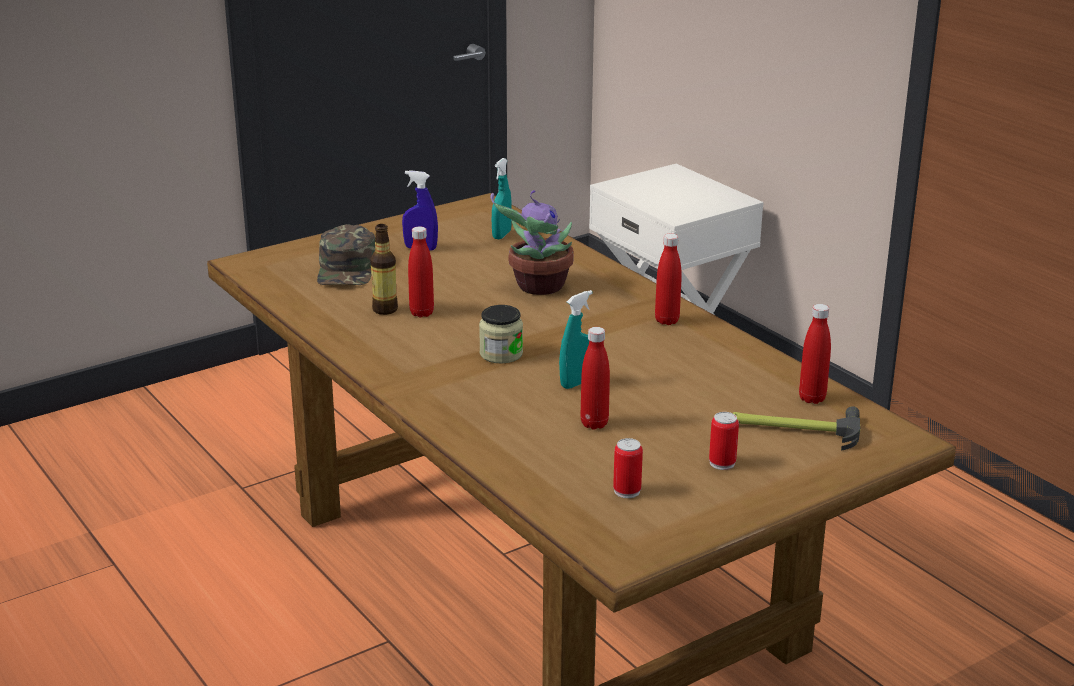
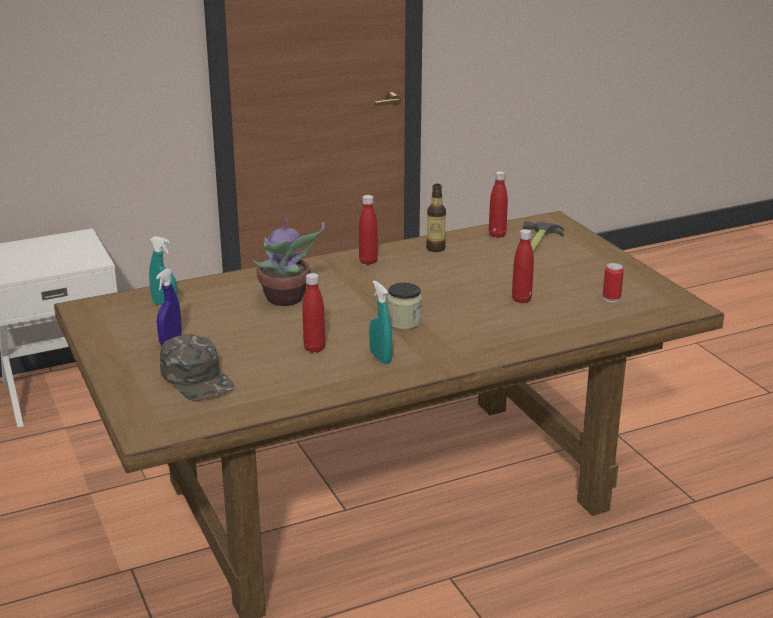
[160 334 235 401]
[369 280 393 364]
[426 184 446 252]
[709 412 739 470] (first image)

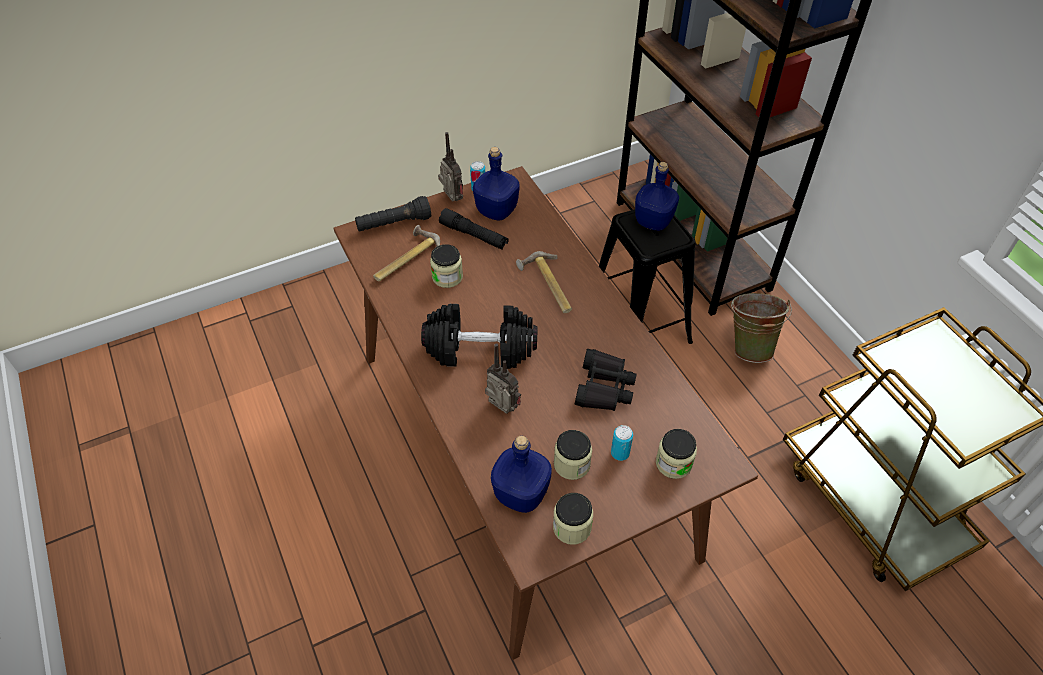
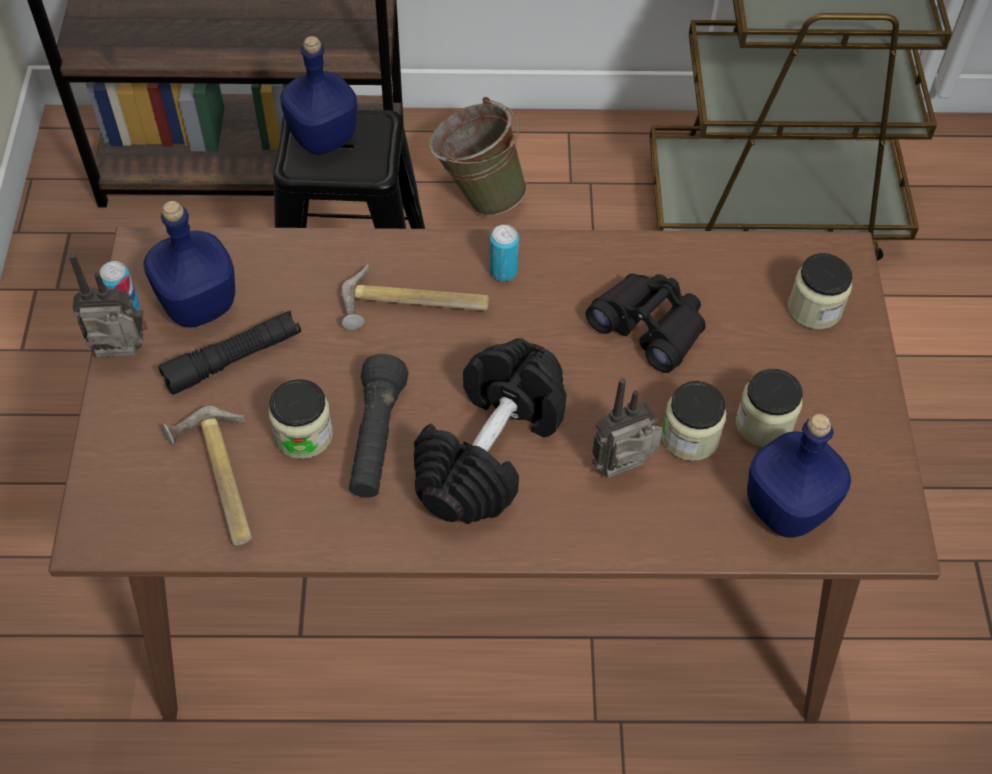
[349 354 409 498]
[489 225 519 281]
[662 381 726 461]

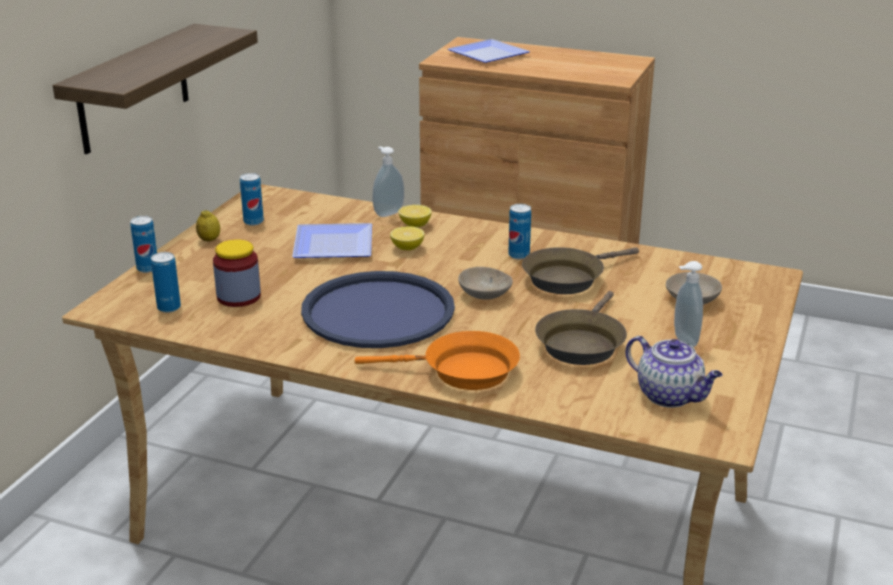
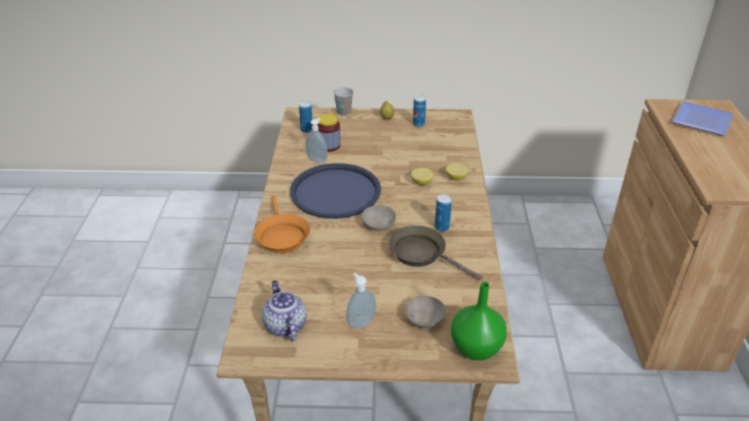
[262 280 307 341]
[305 118 328 163]
[333 87 353 115]
[451 282 507 361]
[53 24 258 154] (first image)
[292 223 372 258] (first image)
[535 291 627 365] (first image)

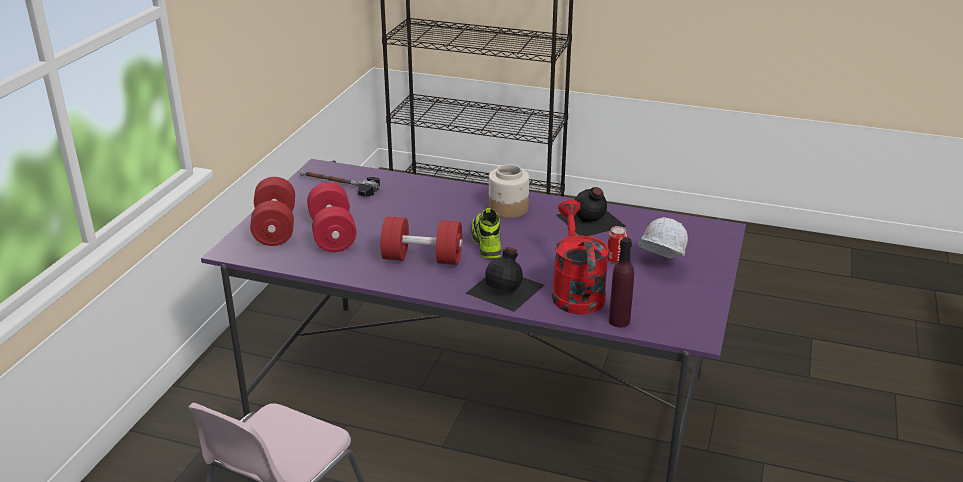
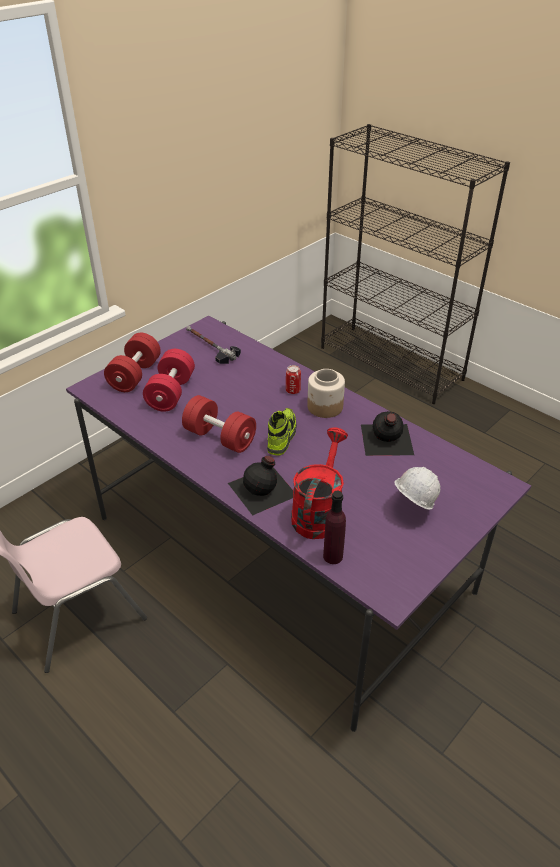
[286 365 301 394]

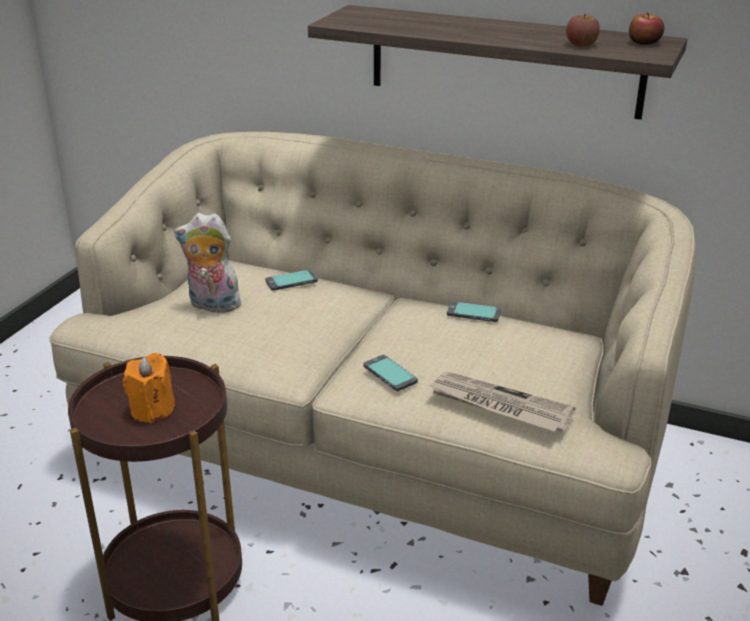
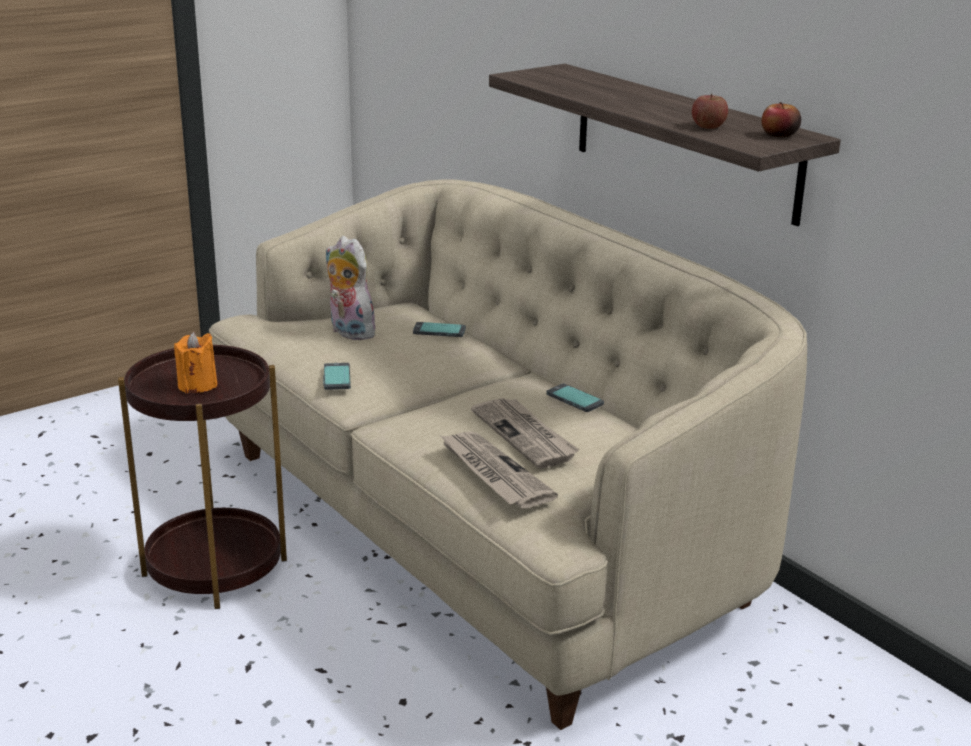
[323 363 351 390]
[471 398 579 469]

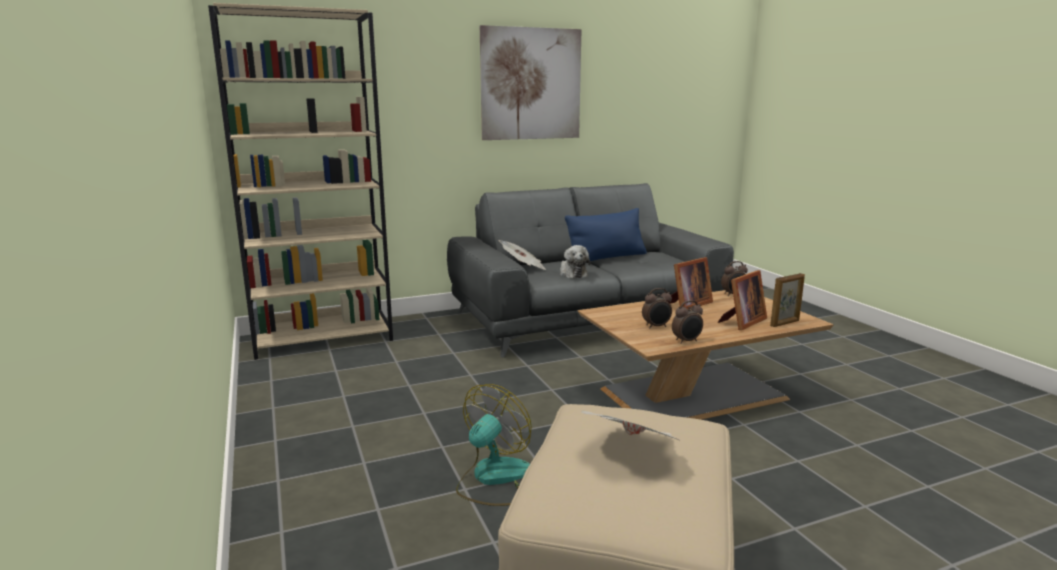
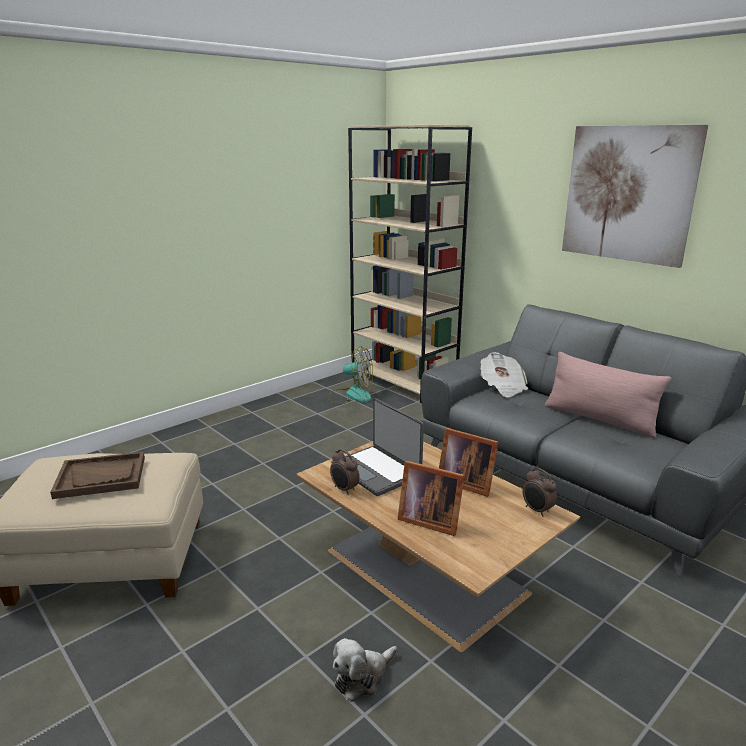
[50 452 145 499]
[330 346 373 405]
[331 398 424 496]
[333 638 397 702]
[545 352 671 438]
[770 273 805 327] (first image)

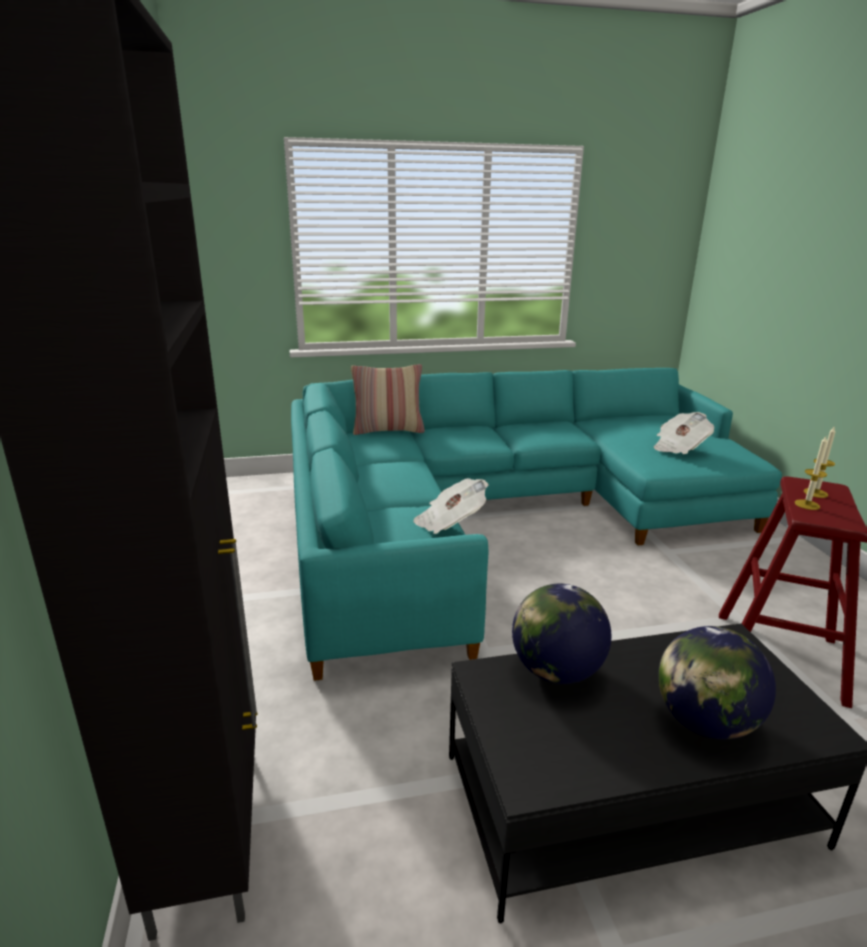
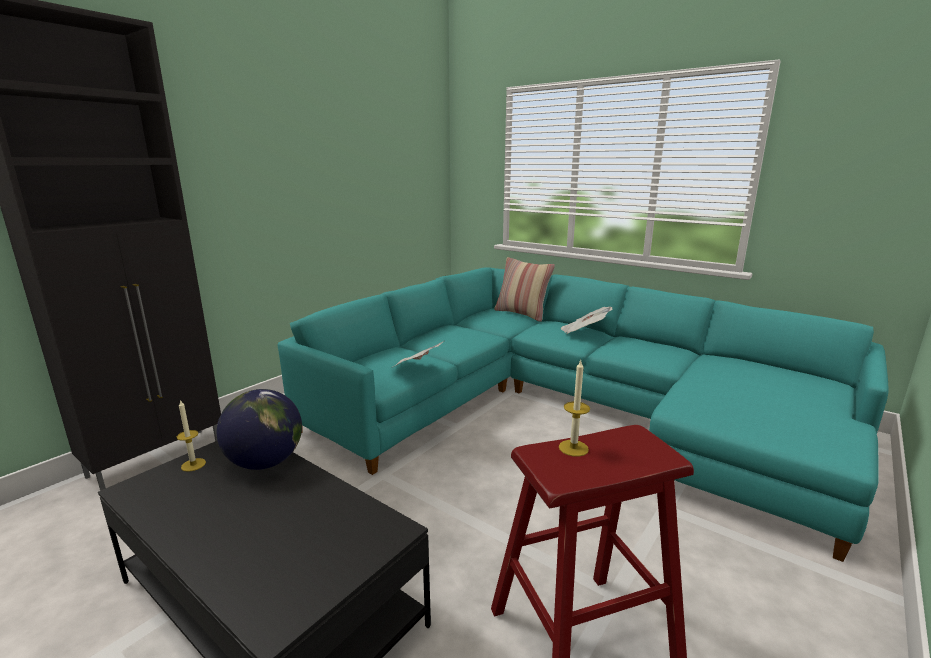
[177 400 206 472]
[561 307 613 334]
[658 626 776 739] (first image)

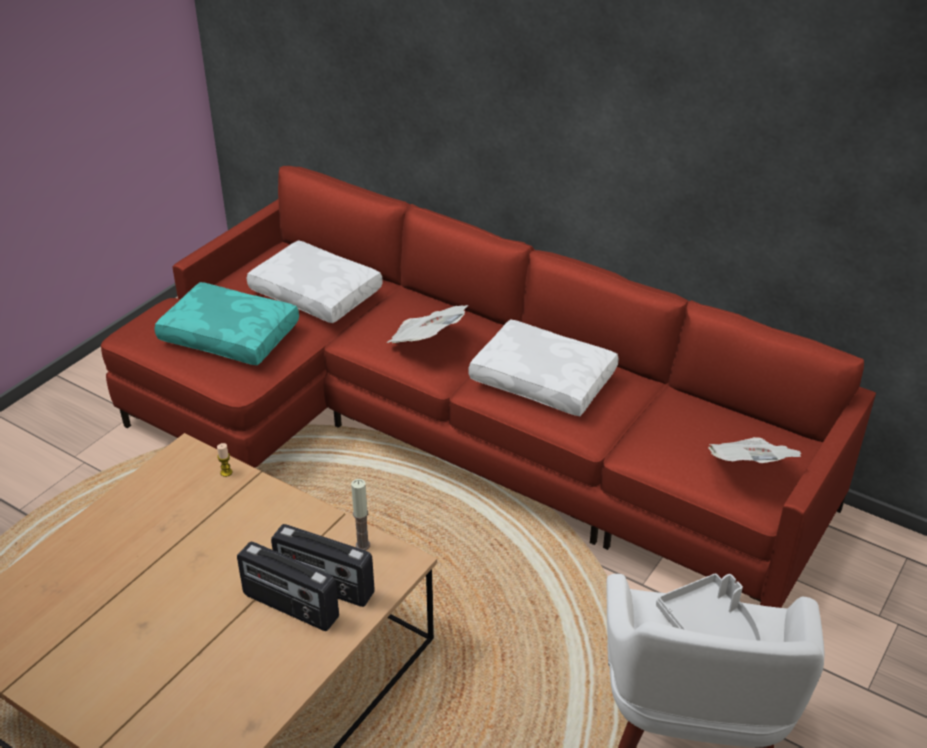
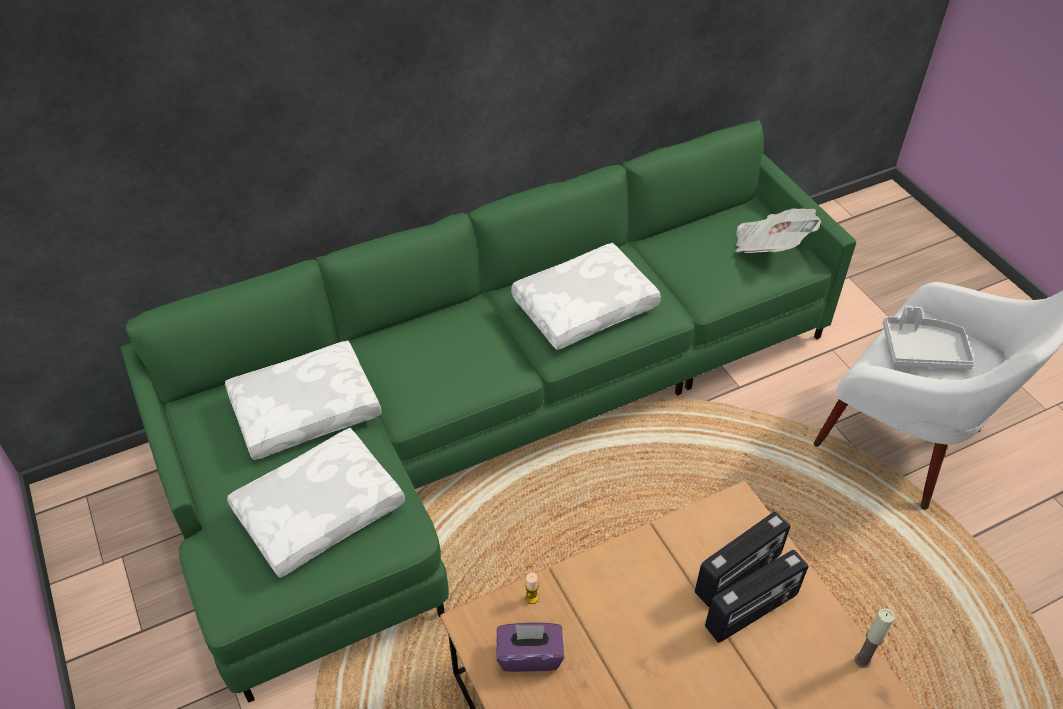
[121 120 856 703]
[227 428 405 578]
[496 622 564 672]
[854 608 895 668]
[387 305 468 343] (first image)

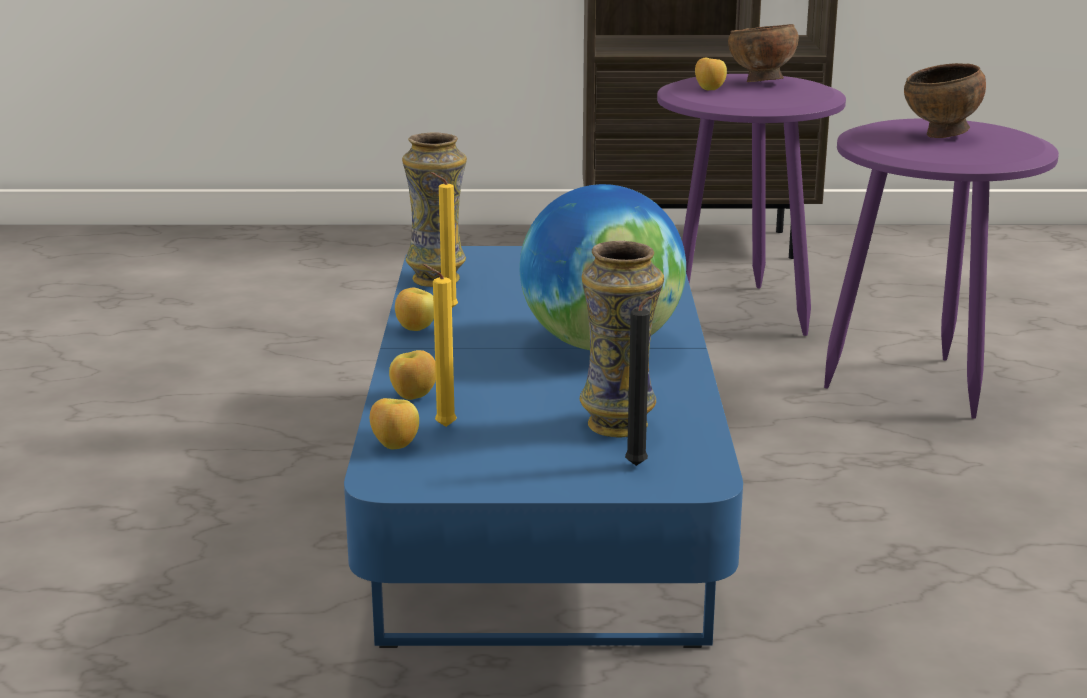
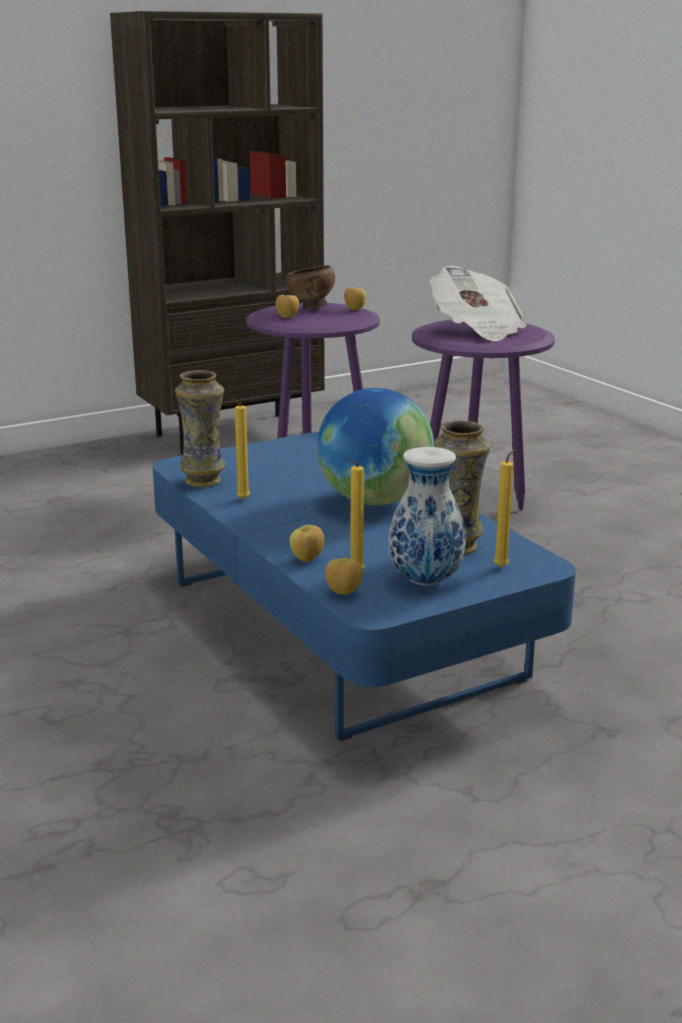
[344 287 366 310]
[388 447 466 586]
[430 266 527 341]
[494 448 517 567]

